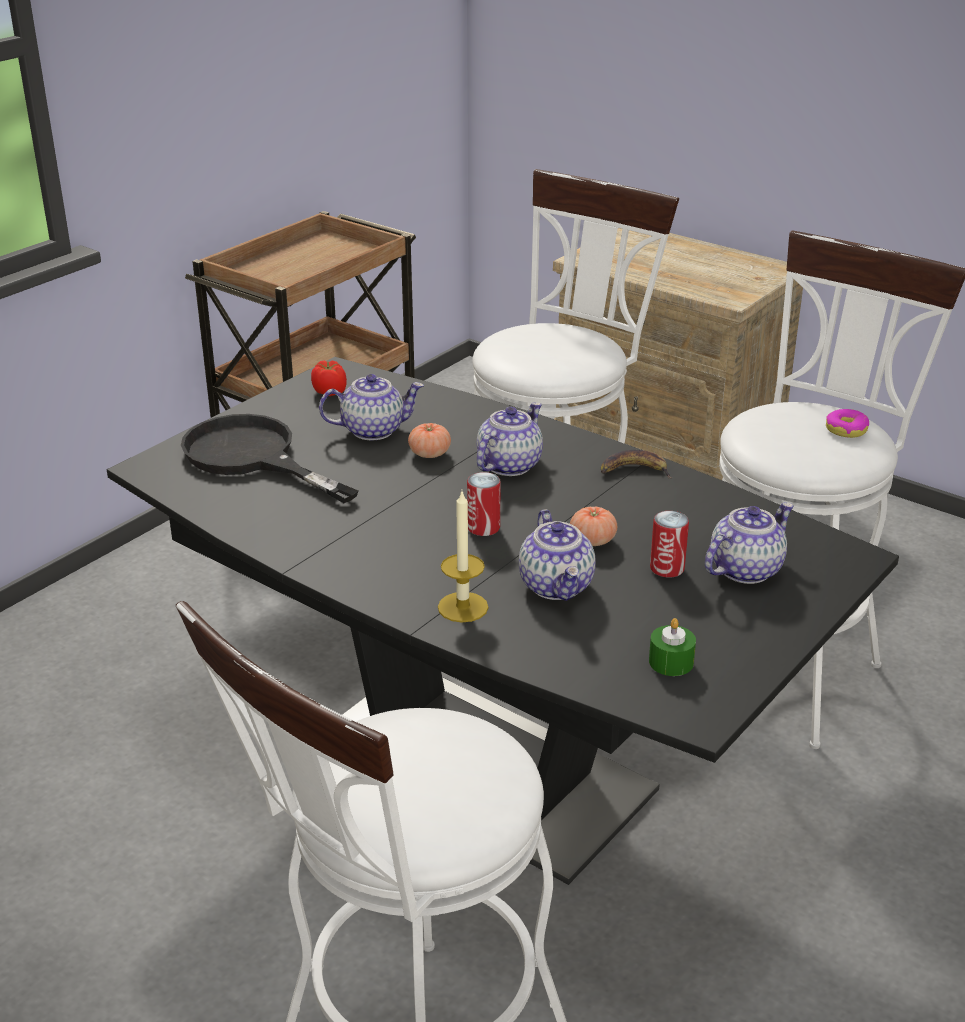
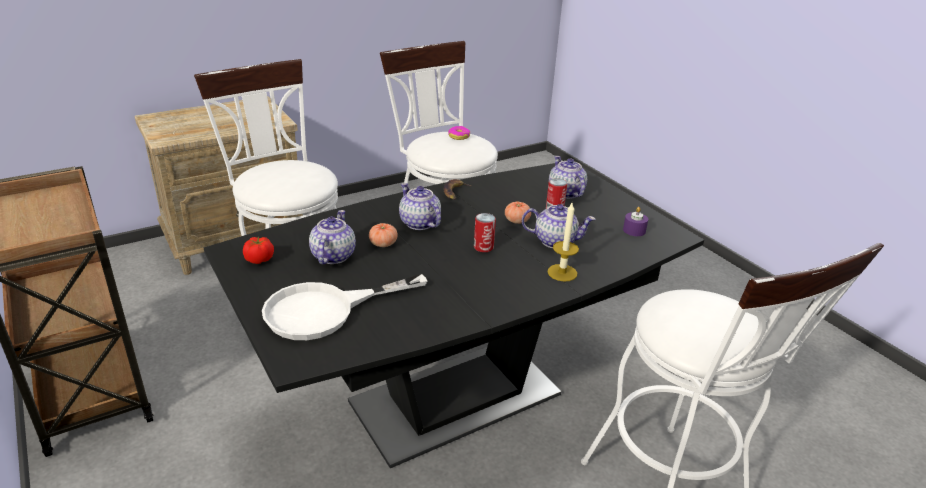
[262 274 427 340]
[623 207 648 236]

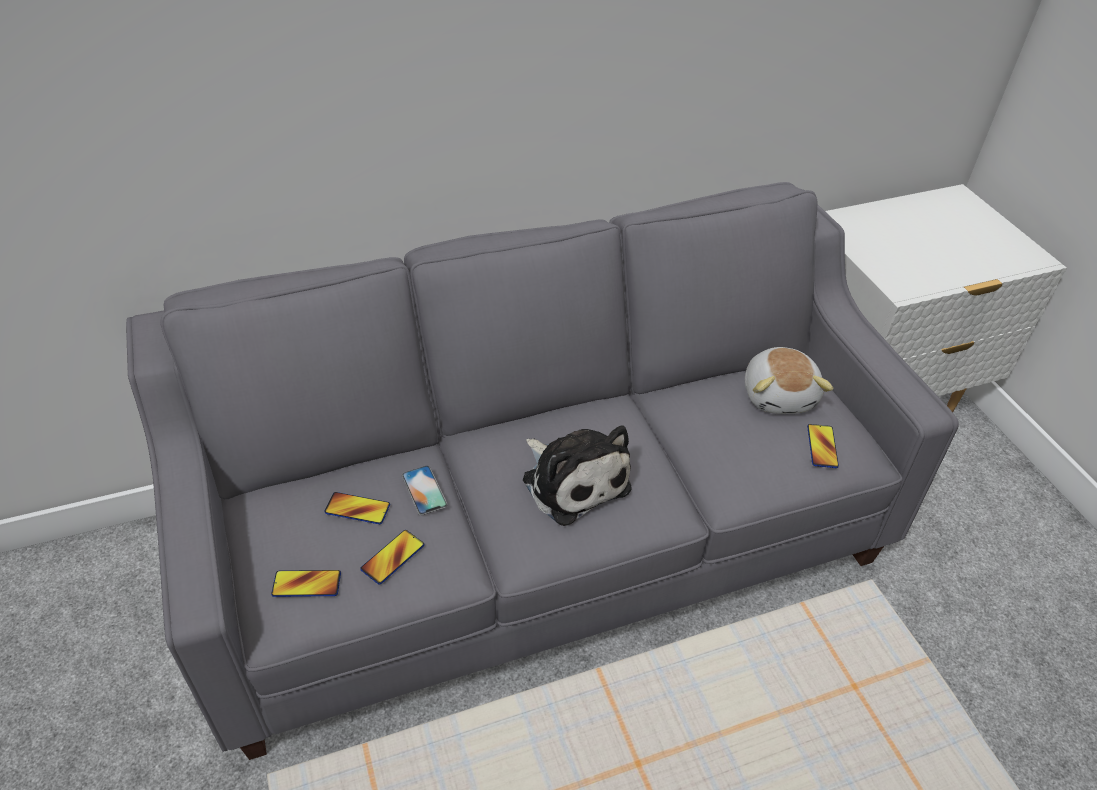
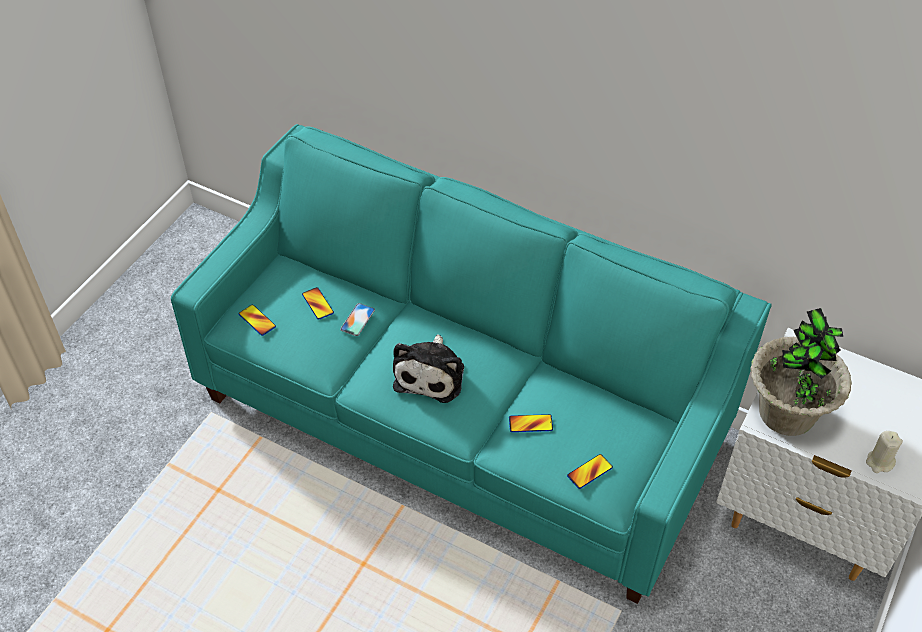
[171 124 771 604]
[509 414 553 432]
[750 308 852 436]
[866 431 903 473]
[745 347 833 414] (first image)

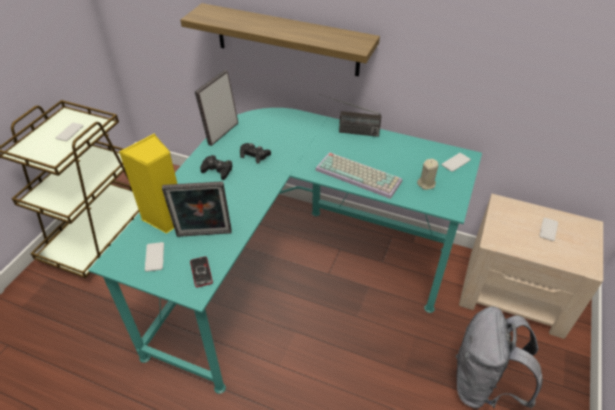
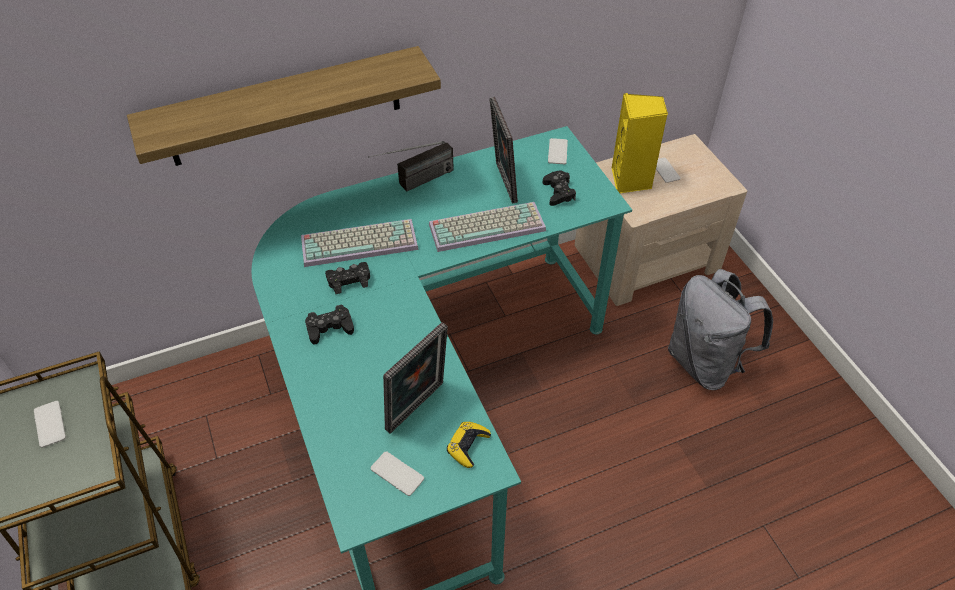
[301 219 419 267]
[447 422 491 468]
[489 97 518 203]
[543 170 576 206]
[611 93 668 194]

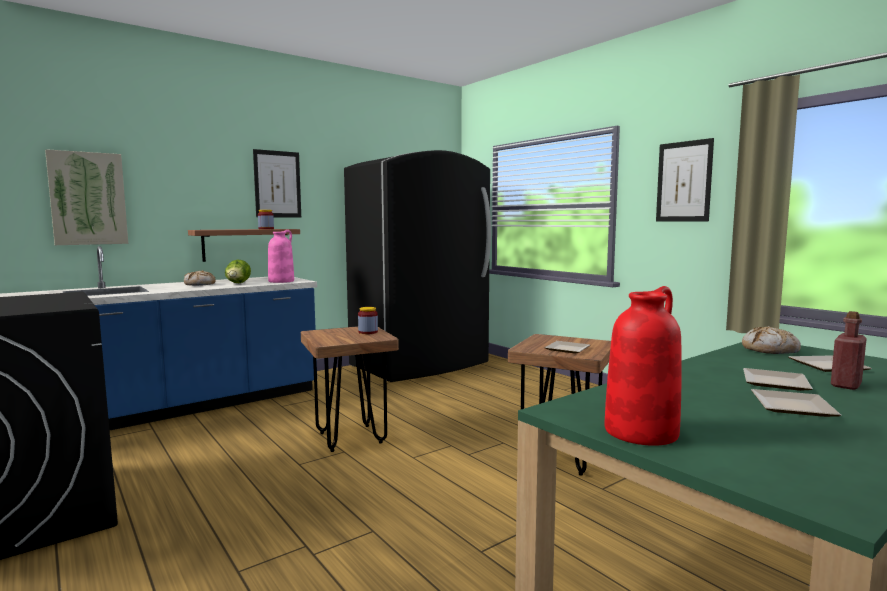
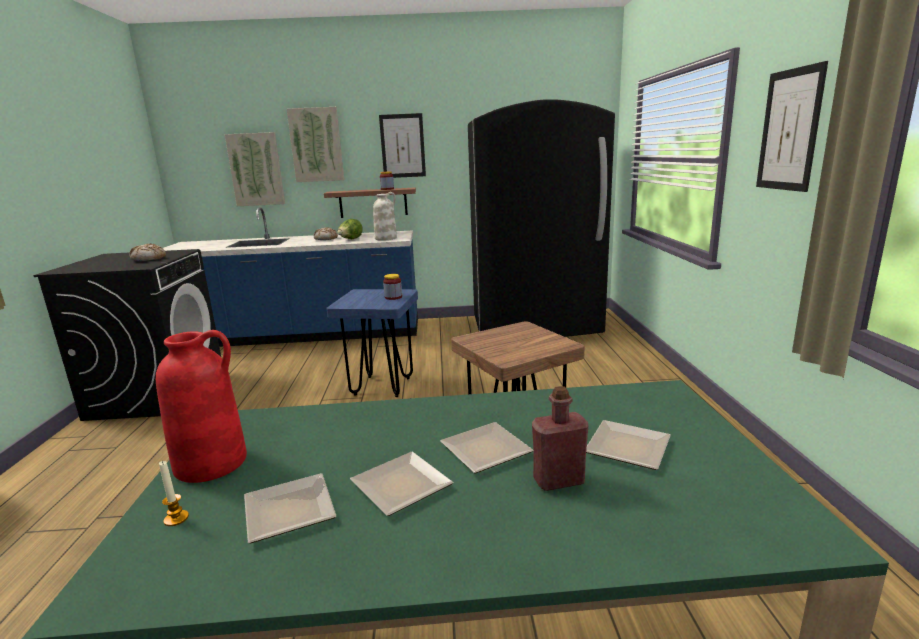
[129 243 166 261]
[159 461 189 526]
[244 473 336 543]
[287 107 344 182]
[326 289 418 397]
[373 192 397 241]

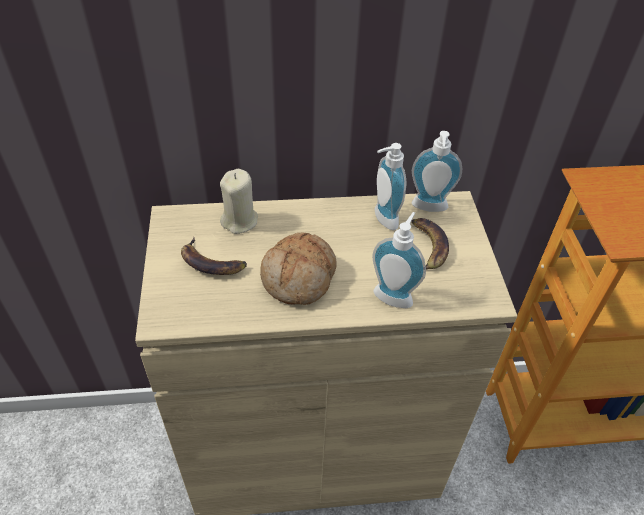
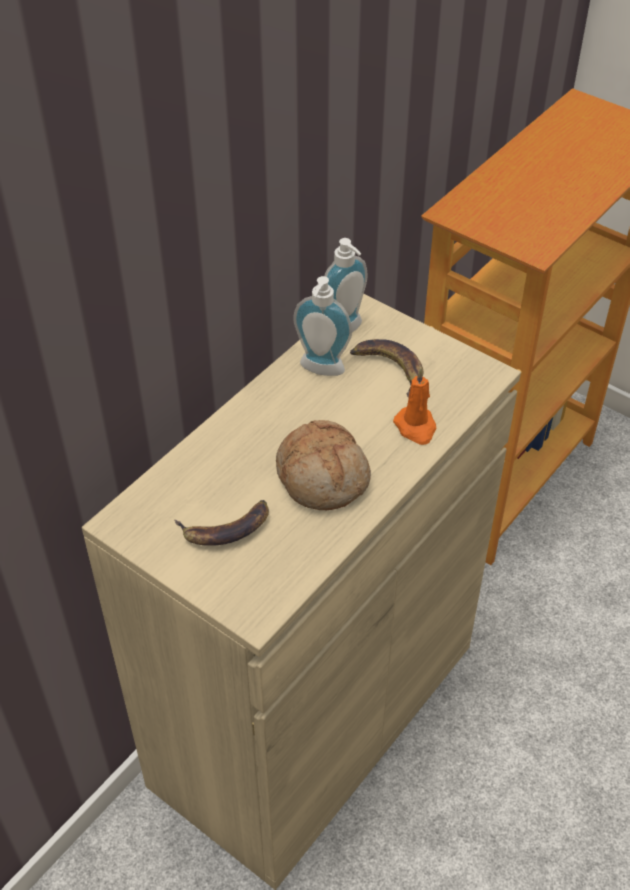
[393 369 436 445]
[220 169 258 234] (first image)

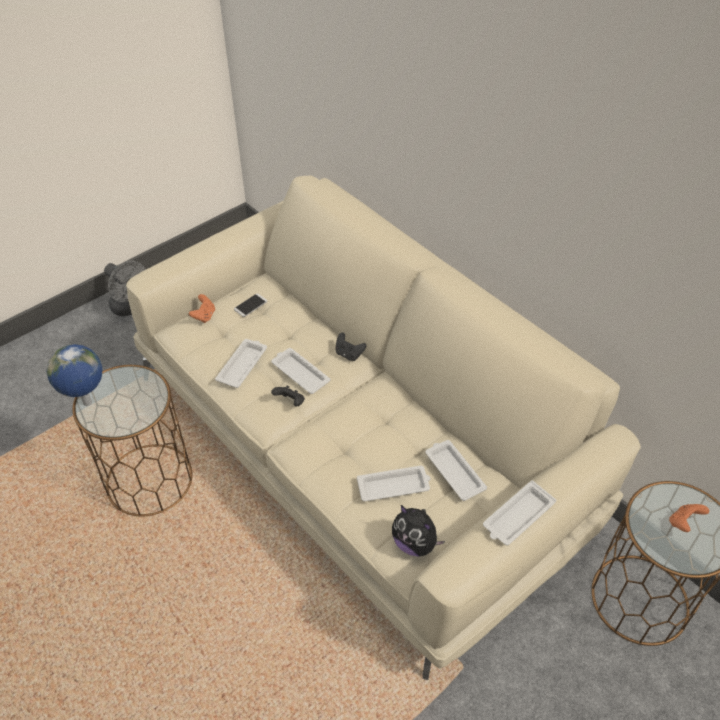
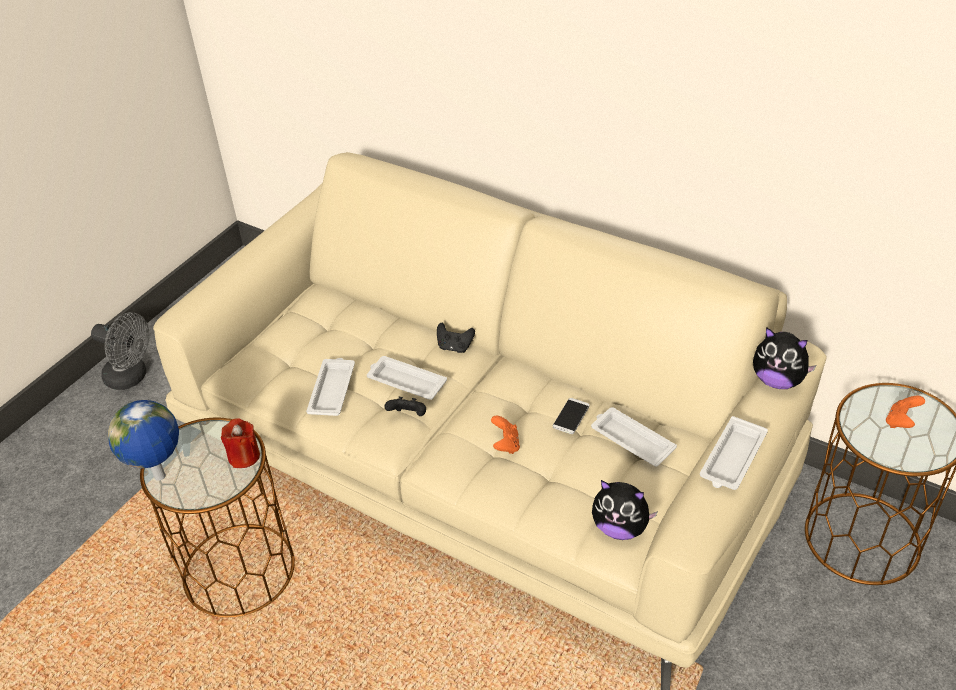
[221 419 260 468]
[491 415 520 454]
[553 398 590 434]
[753 327 817 389]
[357 466 431 501] (first image)

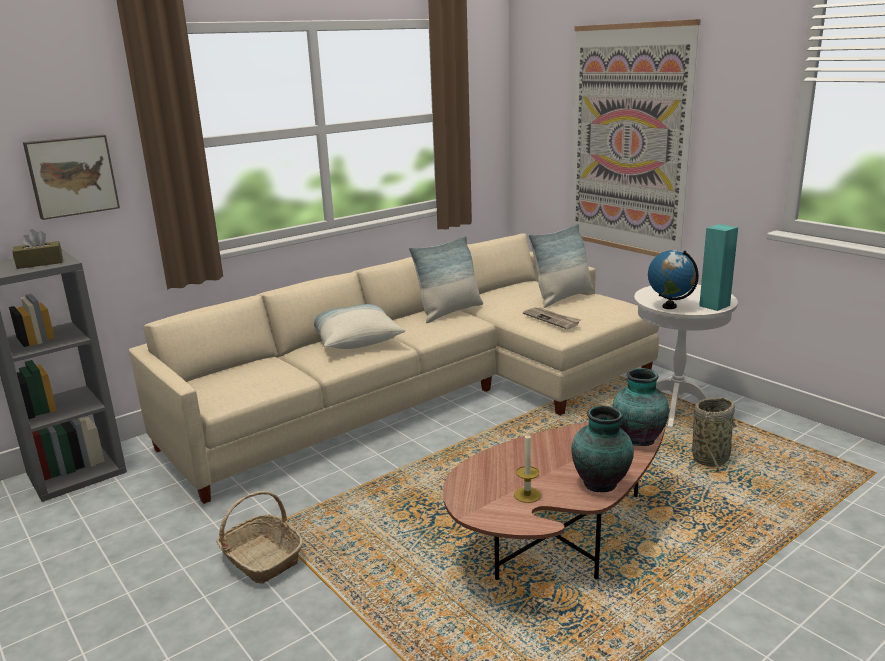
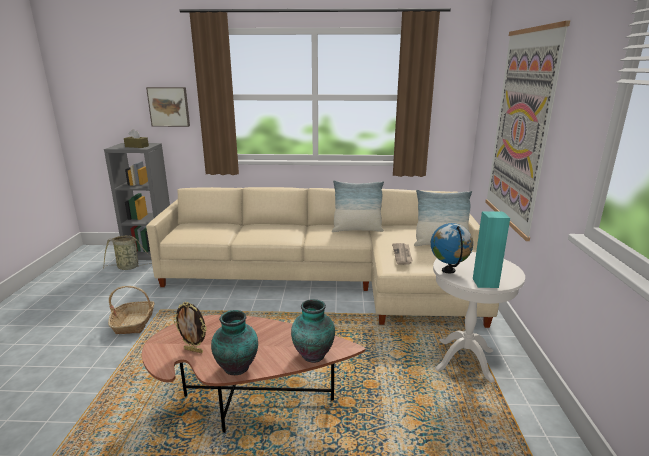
[103 235 151 270]
[173 302 207 353]
[314 304 405 349] (first image)

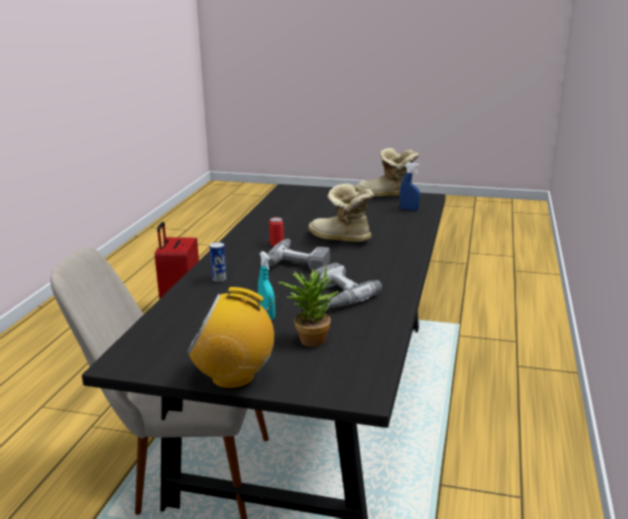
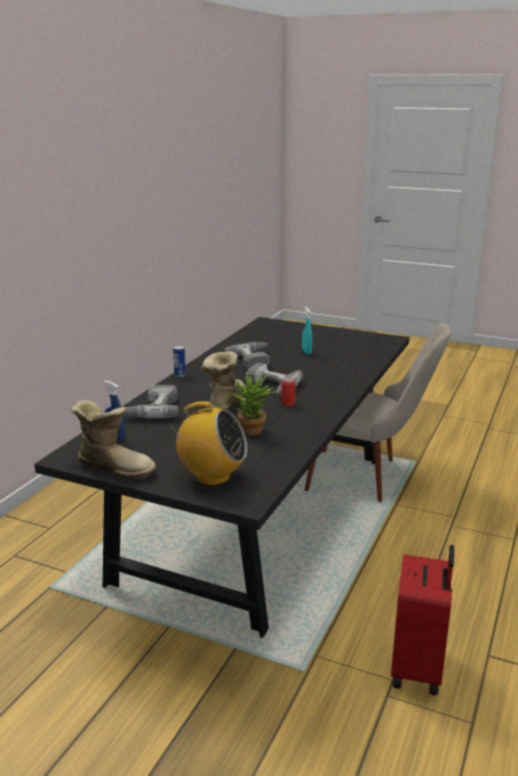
[124 385 178 418]
[168 401 247 486]
[173 345 186 377]
[201 351 246 411]
[231 371 277 436]

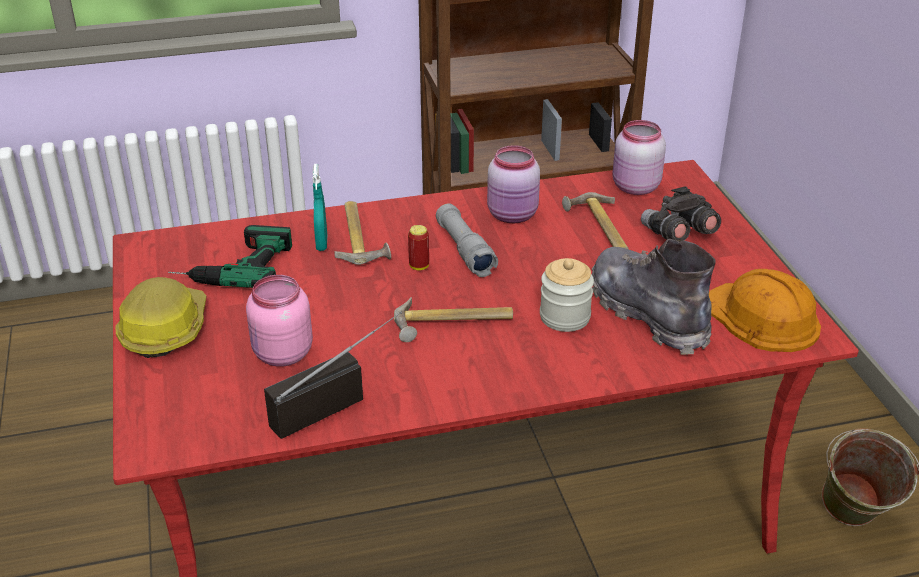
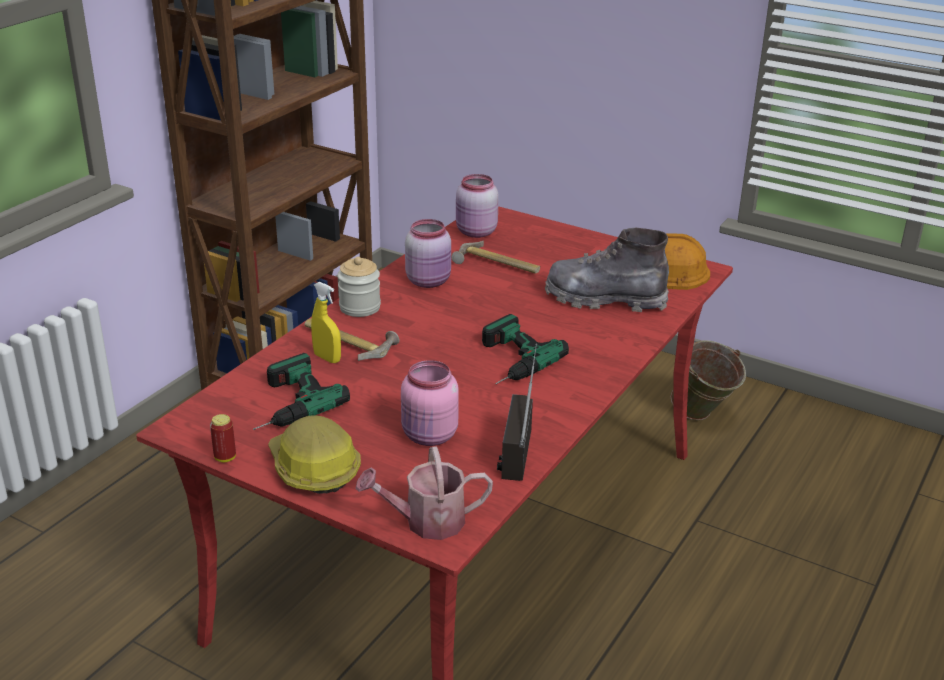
[210 414 236 462]
[311 282 341 363]
[337 257 381 317]
[356 446 493 540]
[482 314 569 384]
[436 204 498 277] (first image)
[641 186 721 242] (first image)

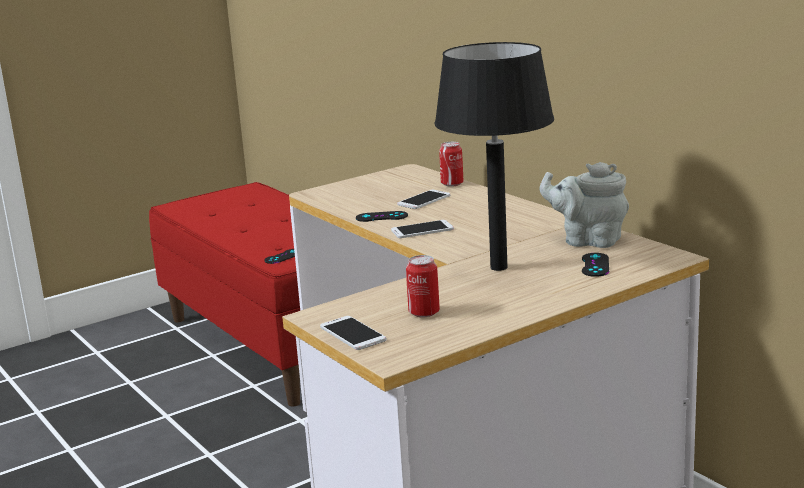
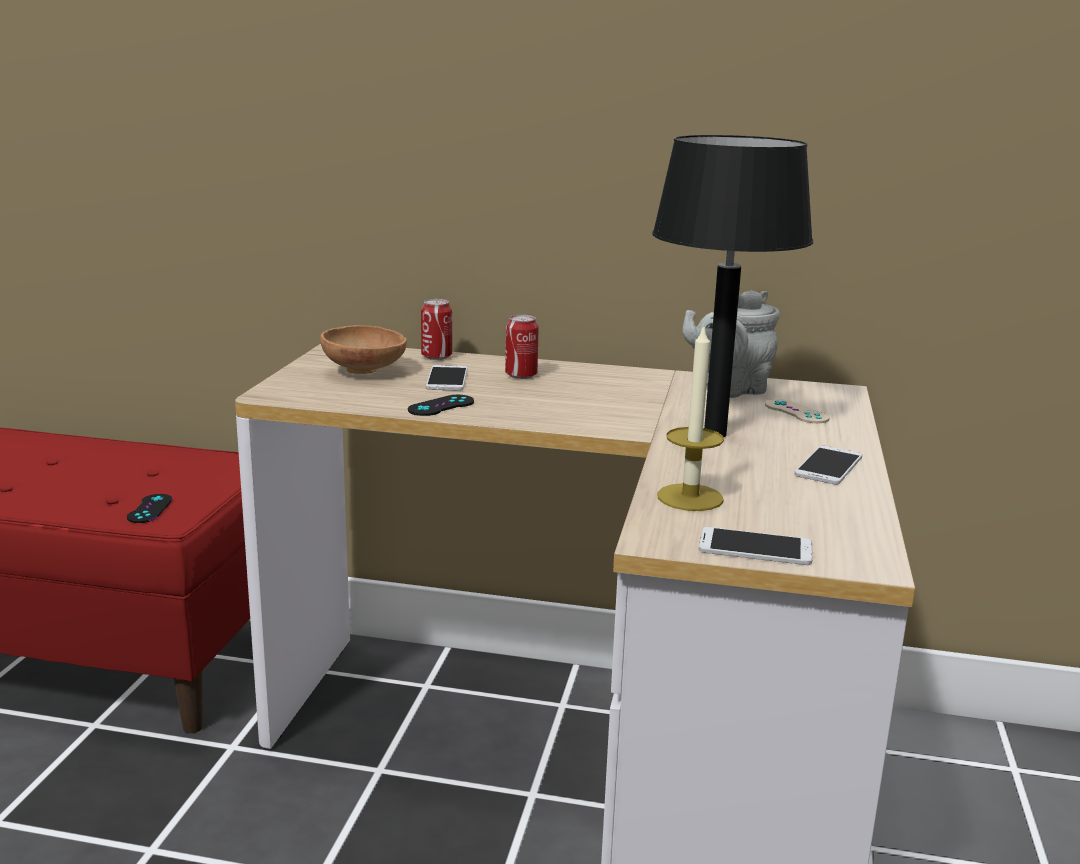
[320 325 407 374]
[505 315 538 379]
[657 325 724 511]
[765 399 830 423]
[795 446 862 485]

